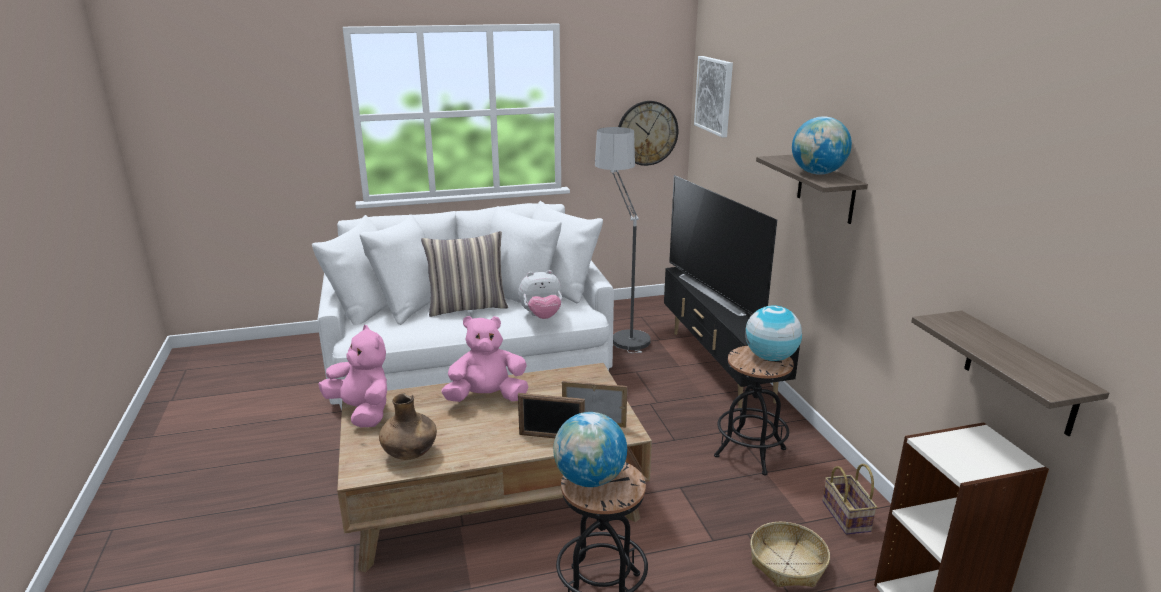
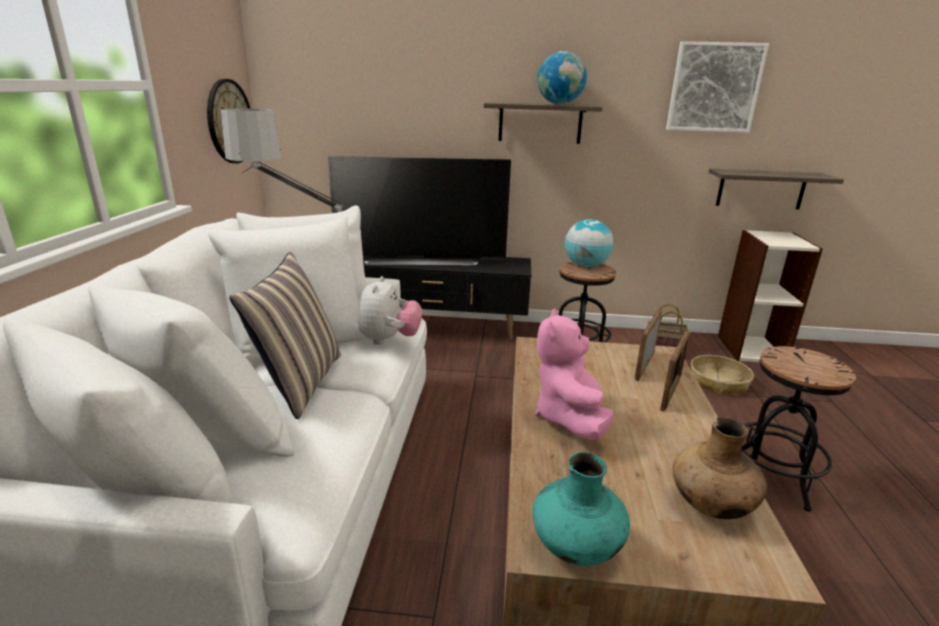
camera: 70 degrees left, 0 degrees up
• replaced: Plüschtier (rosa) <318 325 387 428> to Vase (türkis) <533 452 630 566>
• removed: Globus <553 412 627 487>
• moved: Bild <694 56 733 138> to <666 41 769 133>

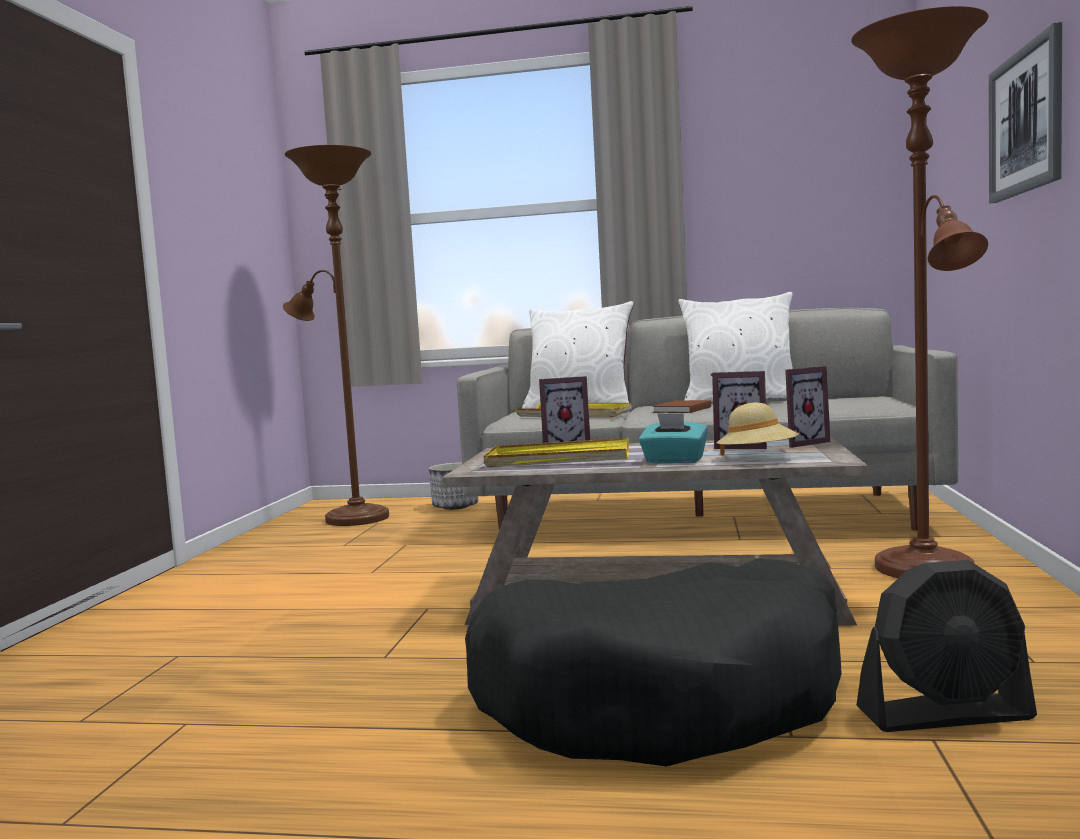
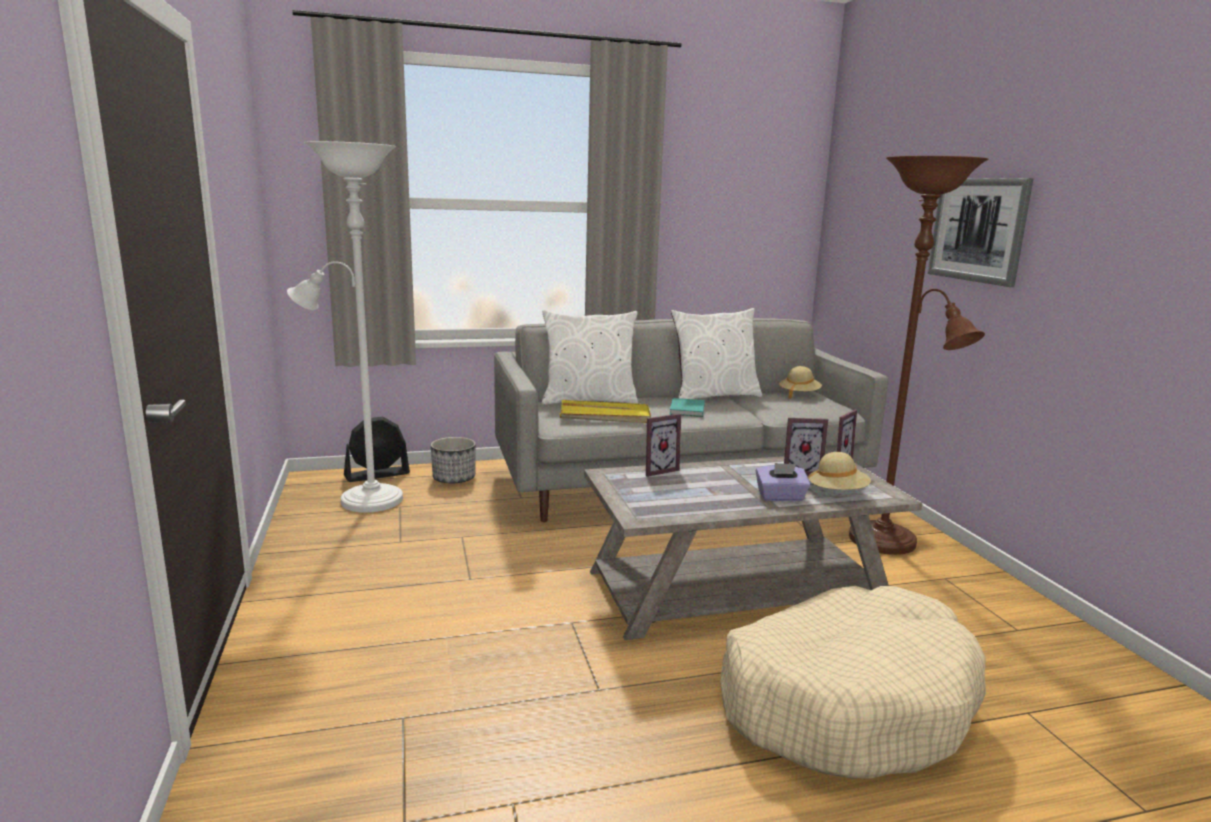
camera: 25 degrees left, 10 degrees up
• recoloured: Stehlampe (braun) <283 145 389 526> to Stehlampe (weiß) <287 141 403 513>
• recoloured: Hundebett (schwarz) <465 558 842 767> to Hundebett (beige) <720 586 986 779>
• removed: Tablett (gelb) <484 438 629 467>
• recoloured: Taschentuchbox (türkis) <639 413 708 463> to Taschentuchbox (lila) <756 463 810 501>
• recoloured: Buch (braun) <653 400 711 413> to Buch (türkis) <669 398 705 417>
• moved: Ventilator (schwarz) <856 560 1037 732> to <344 417 410 482>
• added: Hut (beige) <779 366 822 399>

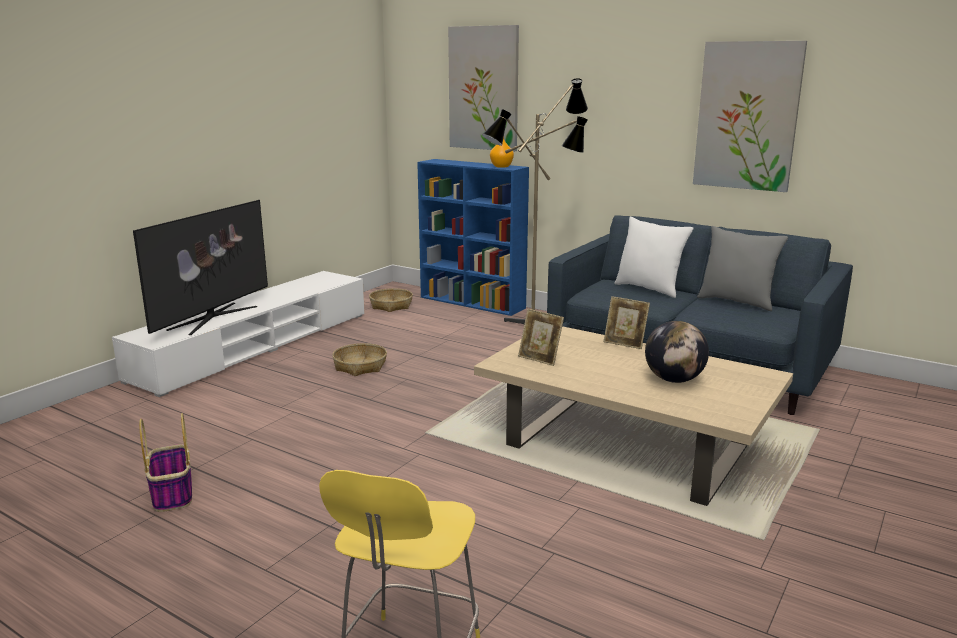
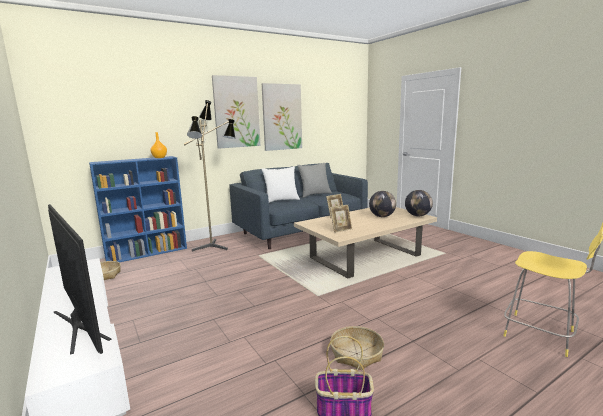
camera: 65 degrees left, 5 degrees down
• moved: Korb <332 343 387 376> to <330 326 384 370>
• moved: Bild <448 25 519 152> to <212 75 260 149>
• added: Globus <405 190 433 216>

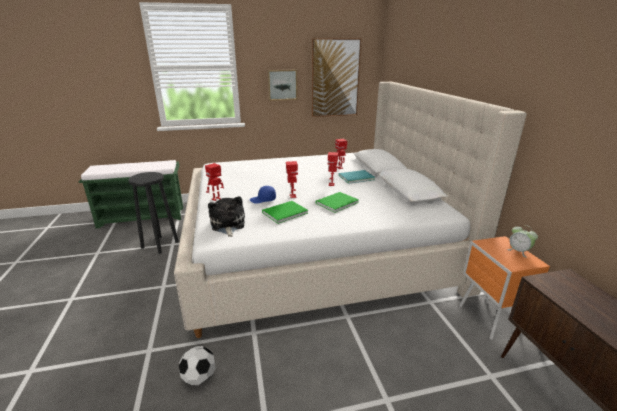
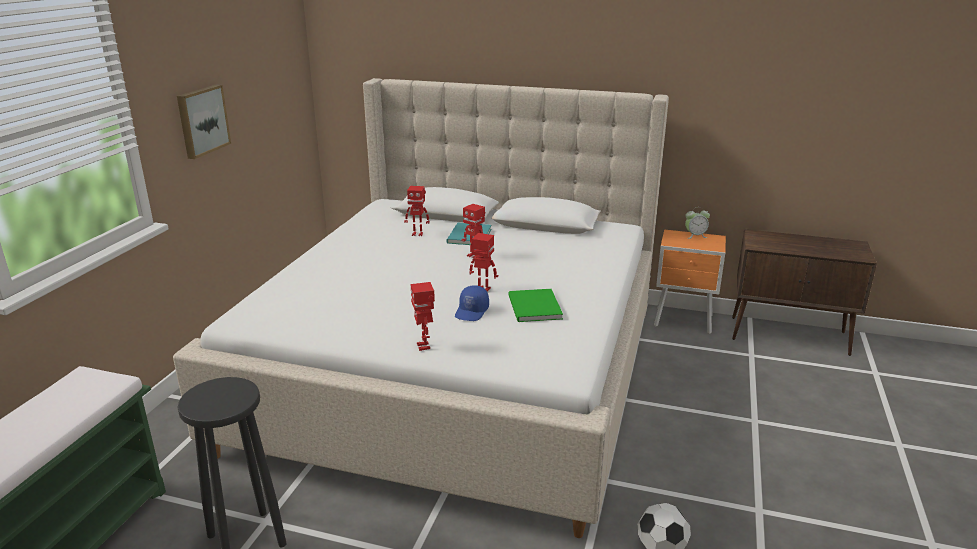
camera: 60 degrees left, 0 degrees up
• removed: Plüschtier <208 196 245 237>
• removed: Bild <312 38 361 117>
• removed: Buch (grün) <315 192 359 213>

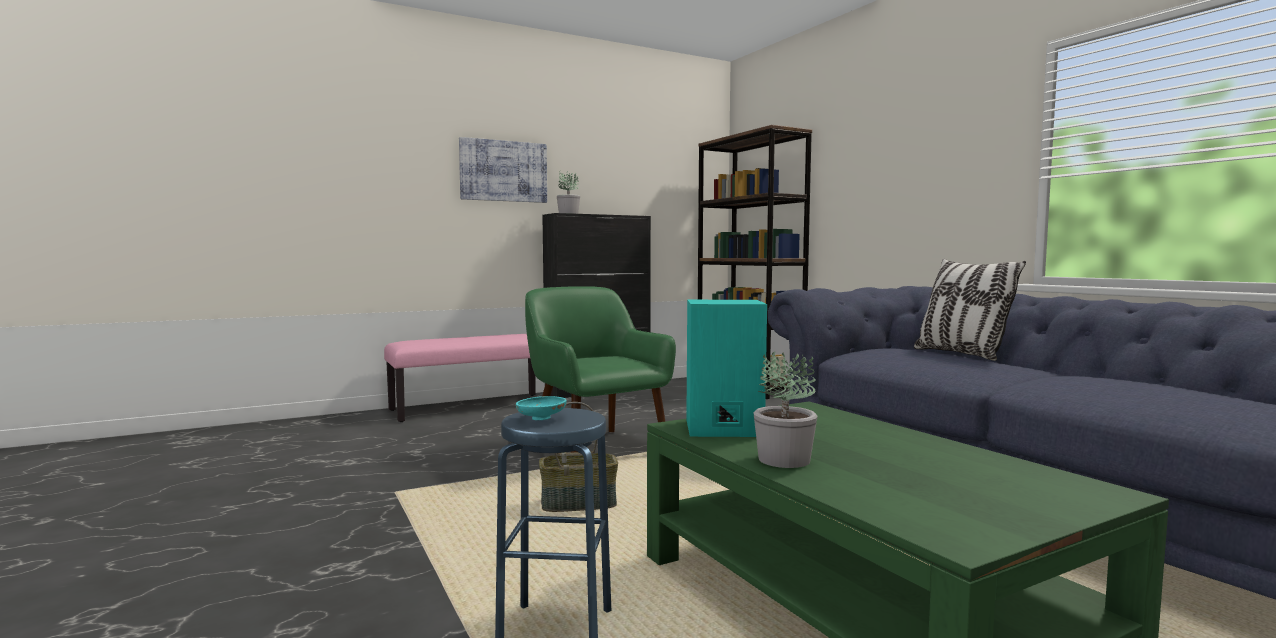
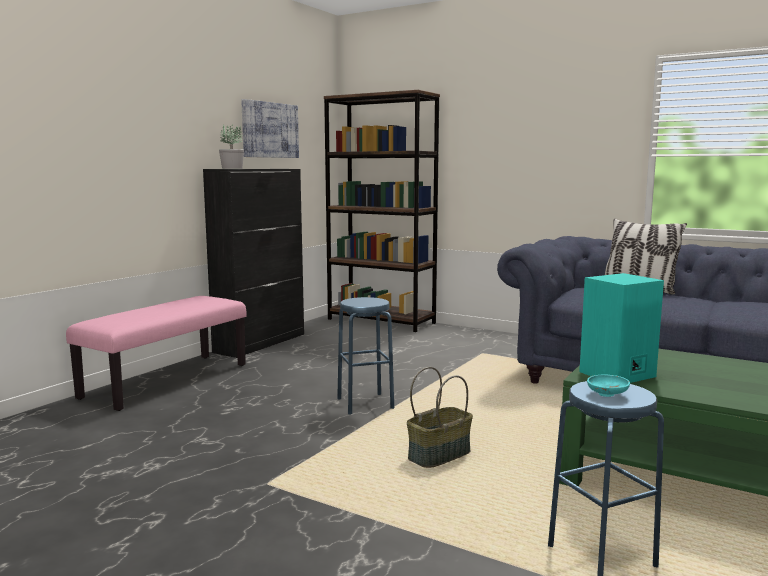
camera: 30 degrees left, 5 degrees up
• moved: Bild <459 137 547 203> to <241 99 299 158>
• replaced: Sessel (grün) <525 286 676 453> to Hocker (blau) <337 297 394 415>
• removed: Topfpflanze <754 351 817 468>

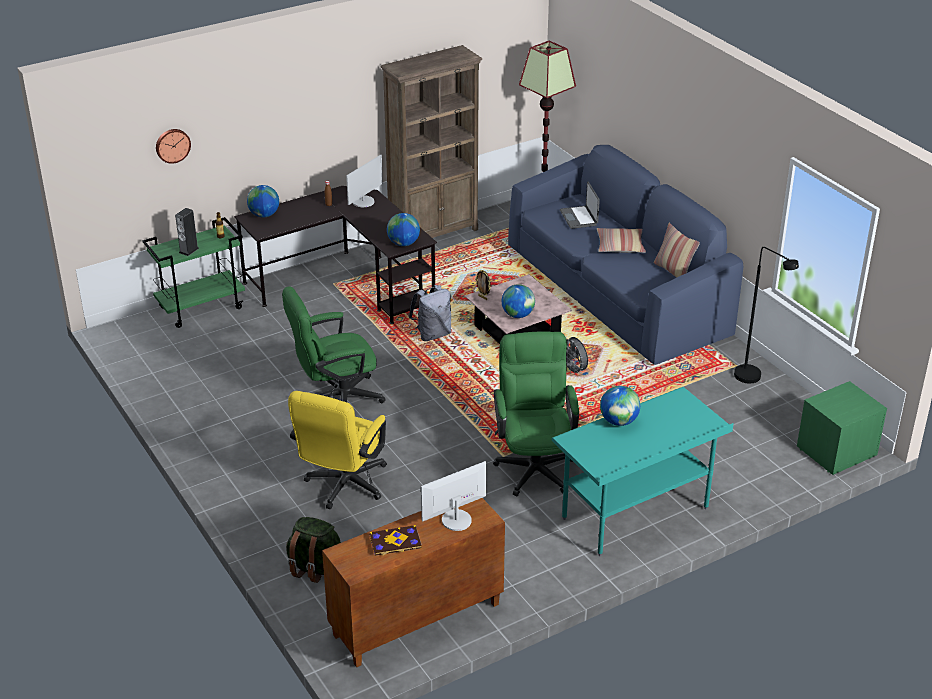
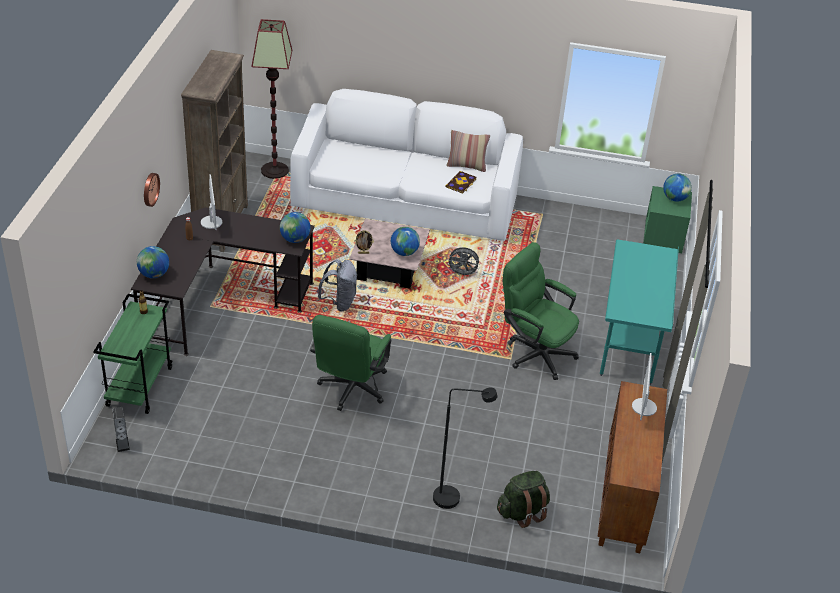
camera: 50 degrees left, 5 degrees up
• moved: Wanduhr <156 129 191 164> to <144 173 160 207>
• moved: Lautsprecher <175 208 199 256> to <112 407 130 452>
• removed: Bürostuhl (gelb) <288 391 387 509>
• moved: Buch <369 525 422 556> to <445 171 477 194>
• recoloured: Sofa (blau) <508 145 743 365> to Sofa (weiß) <290 89 523 241>
• removed: Laptop <560 182 600 229>
• removed: Kissen <597 228 646 253>
• moved: Globus <600 386 640 426> to <663 174 692 202>
• moved: Stehlampe (schwarz) <734 247 799 384> to <433 388 497 509>

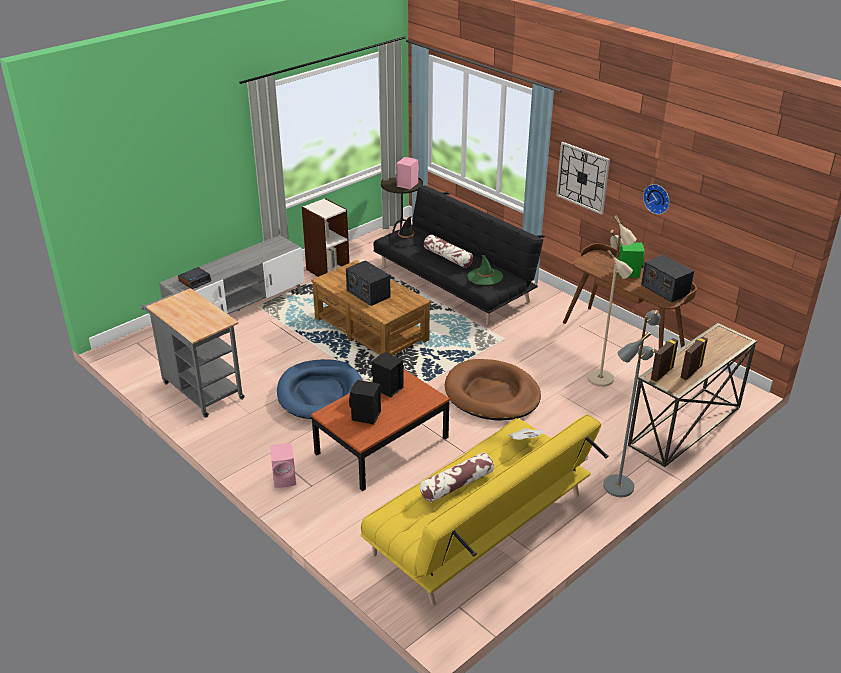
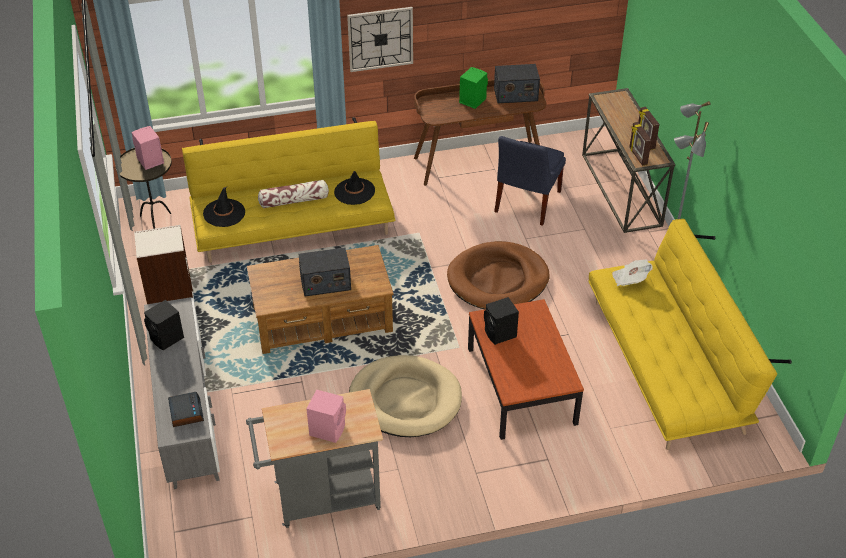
camera: 60 degrees left, 10 degrees up
• moved: Lautsprecher (rosa) <270 443 296 488> to <307 389 346 443>
• recoloured: Hundebett (blau) <277 359 363 419> to Hundebett (beige) <349 355 462 437>
• moved: Lautsprecher (schwarz) <349 380 381 425> to <144 300 184 350>
• recoloured: Sofa (schwarz) <373 185 545 326> to Sofa (gelb) <182 117 395 263>
• removed: Kissen <420 452 494 502>
• recoloured: Hut (grün) <467 255 503 285> to Hut (schwarz) <334 171 375 205>
• replaced: Stehlampe (beige) <587 215 637 387> to Stuhl (blau) <494 136 566 226>
• removed: Wanduhr <643 184 670 214>

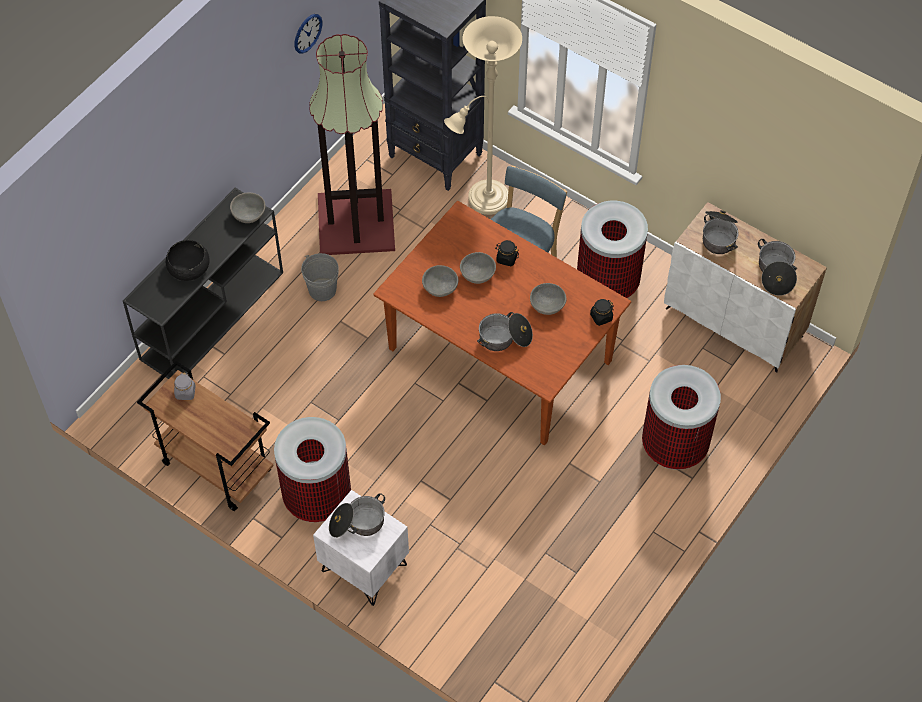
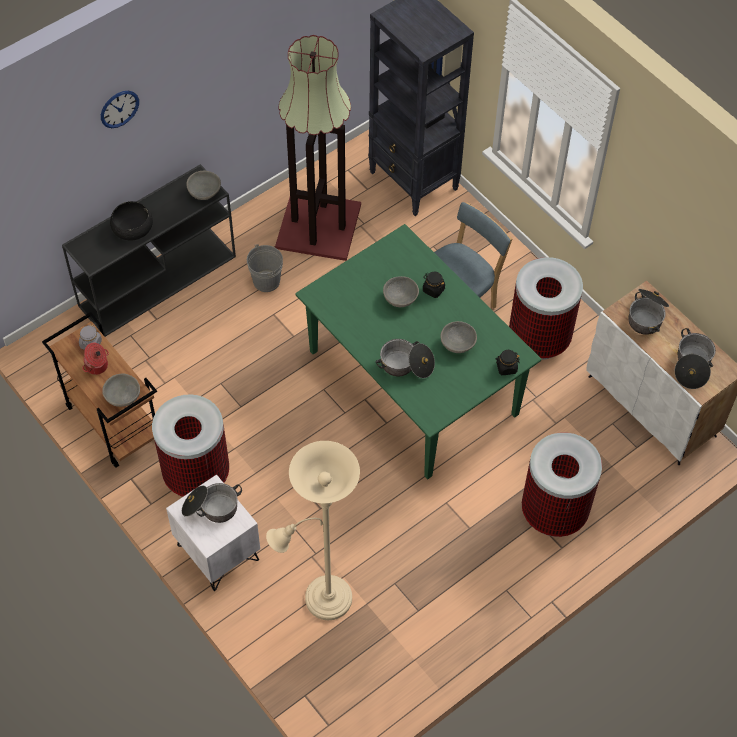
camera: 15 degrees right, 0 degrees up
• moved: Wanduhr <294 14 323 54> to <101 91 139 128>
• recoloured: Esstisch (braun) <373 201 631 445> to Esstisch (grün) <295 224 541 479>
• moved: Schüssel (grau) <422 265 458 297> to <102 374 140 407>
• moved: Stehlampe (beige) <444 16 522 215> to <266 441 360 620>
• added: Kochtopf <82 343 109 375>

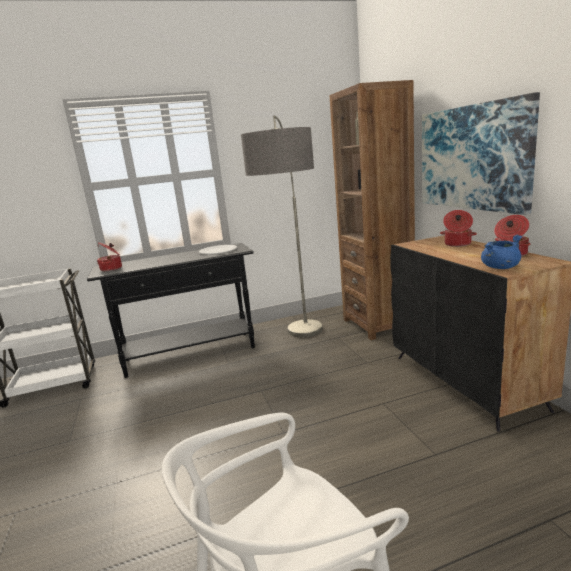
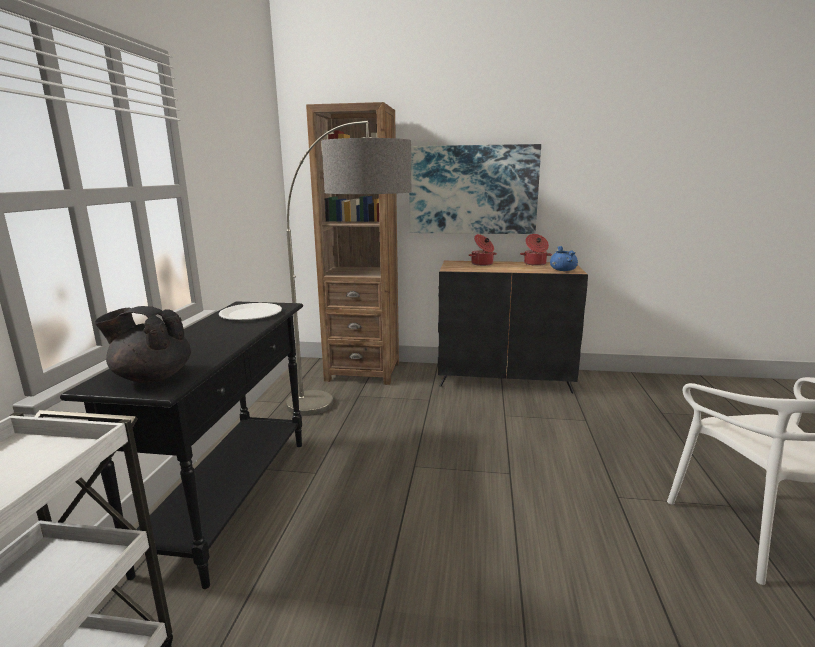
camera: 65 degrees left, 0 degrees up
• replaced: Kochtopf <97 243 122 271> to Teekanne (schwarz) <94 306 191 383>

